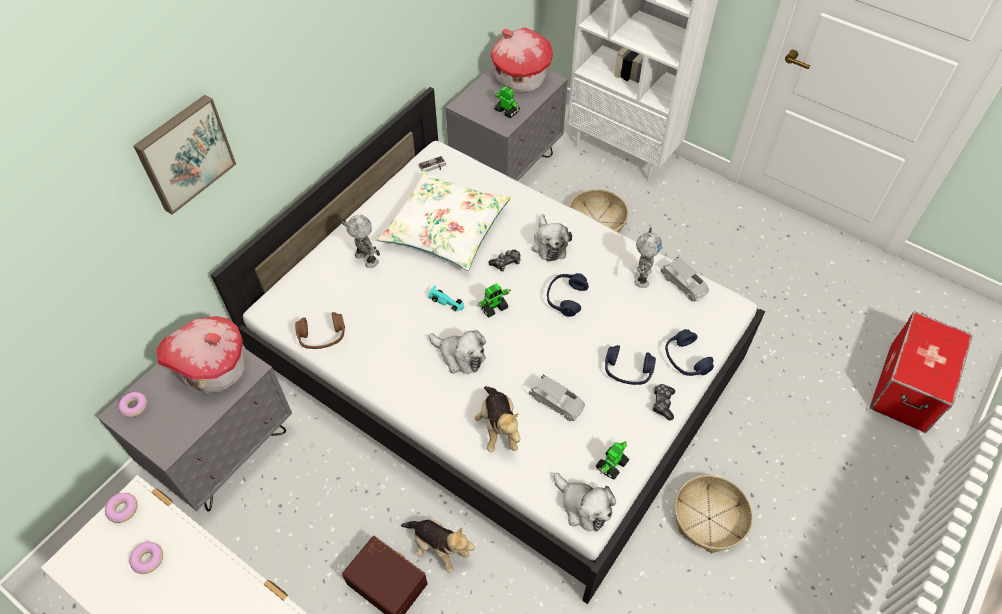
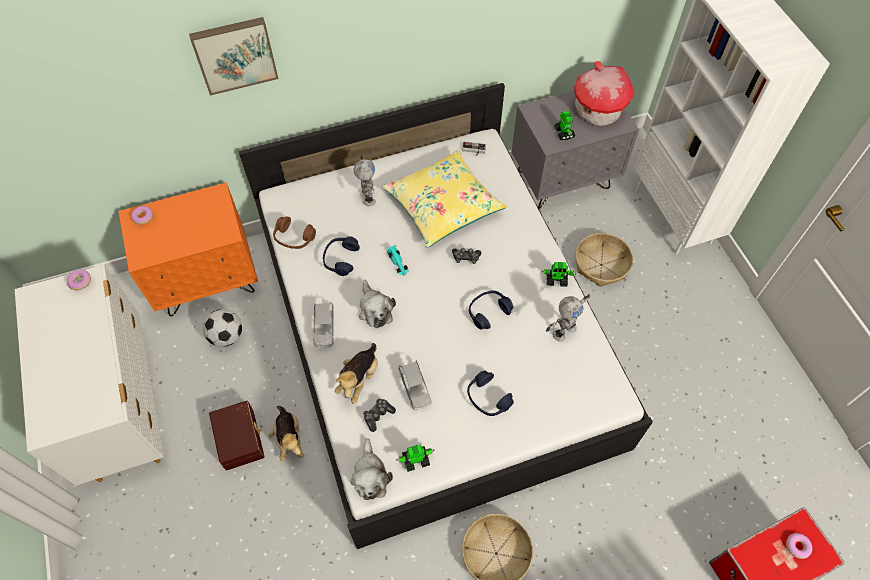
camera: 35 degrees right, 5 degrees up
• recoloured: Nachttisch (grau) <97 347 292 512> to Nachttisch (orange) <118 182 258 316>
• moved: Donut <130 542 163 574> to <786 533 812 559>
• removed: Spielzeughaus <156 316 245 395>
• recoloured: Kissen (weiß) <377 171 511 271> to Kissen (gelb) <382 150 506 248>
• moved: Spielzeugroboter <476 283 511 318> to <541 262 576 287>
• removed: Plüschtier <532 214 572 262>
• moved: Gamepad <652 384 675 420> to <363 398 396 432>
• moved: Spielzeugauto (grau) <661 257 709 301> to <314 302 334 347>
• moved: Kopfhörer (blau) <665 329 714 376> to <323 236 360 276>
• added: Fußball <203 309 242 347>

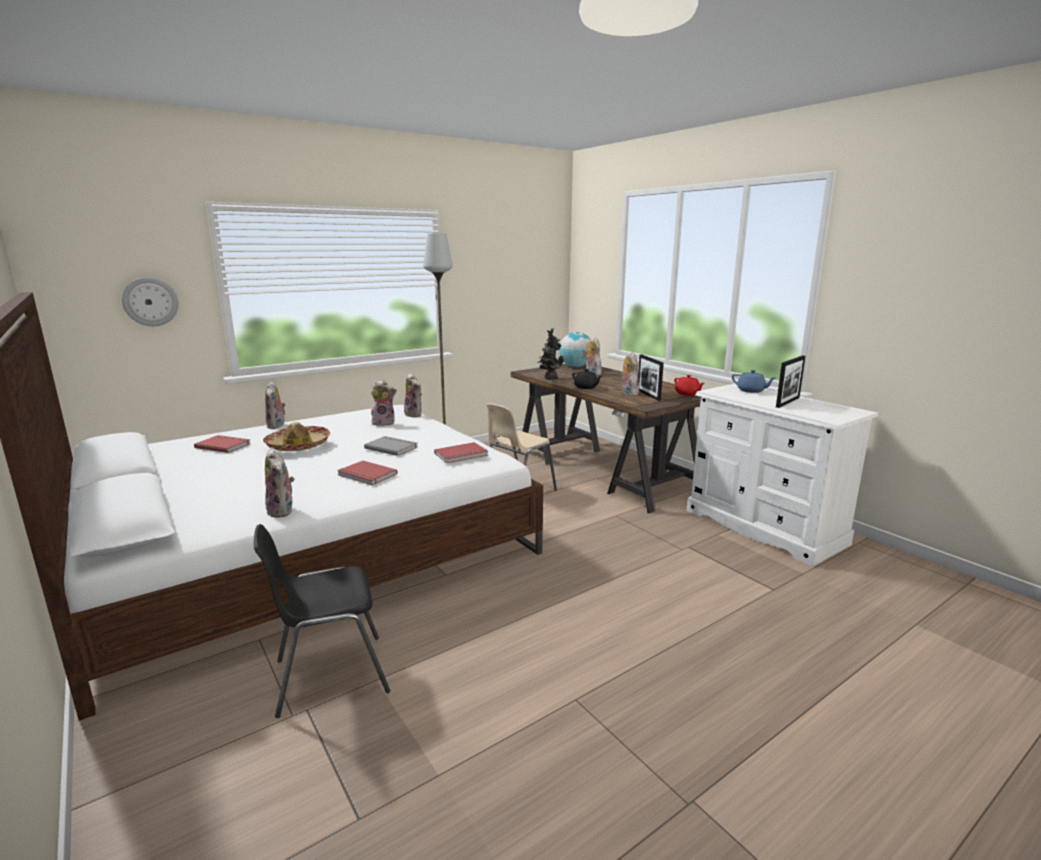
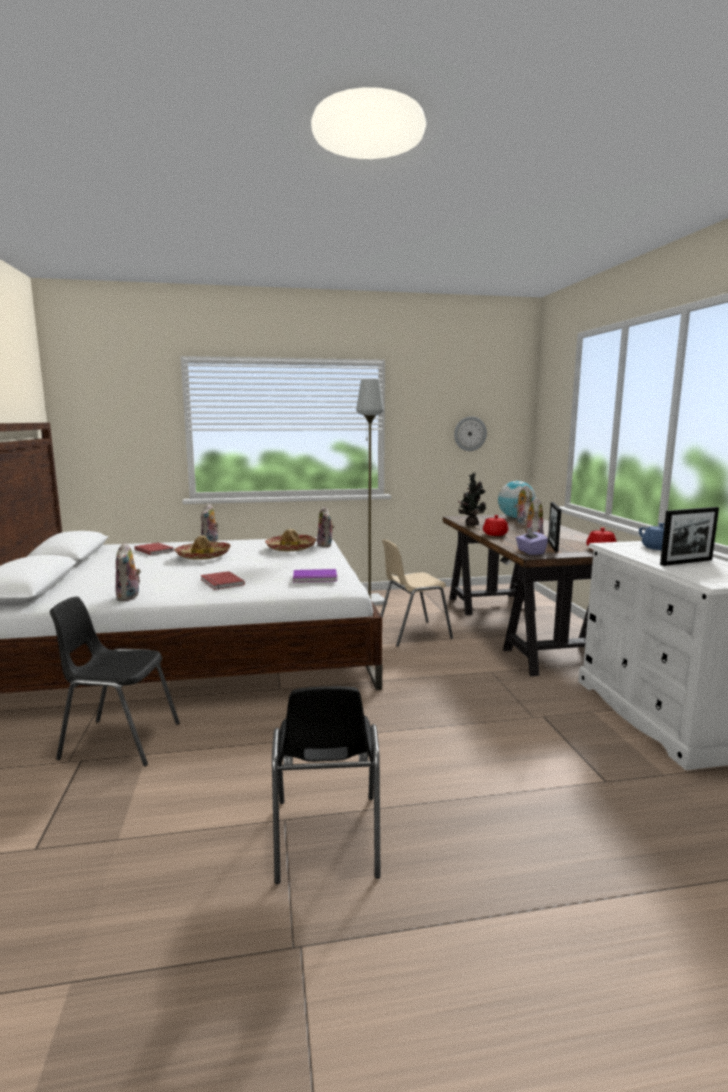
camera: 25 degrees right, 5 degrees down
• moved: Wanduhr <122 277 179 326> to <454 416 487 451>
• removed: Buch (grau) <364 436 417 456>
• replaced: Plüschtier <371 380 397 426> to Hut <265 529 317 551>
• recoloured: Buch (rot) <434 442 488 463> to Buch (lila) <293 569 337 582>
• recoloured: Teekanne (schwarz) <572 369 602 389> to Teekanne (rot) <483 515 508 536>
• added: Stuhl (schwarz) <272 686 381 884>
• added: Taschentuchbox (lila) <516 528 548 555>

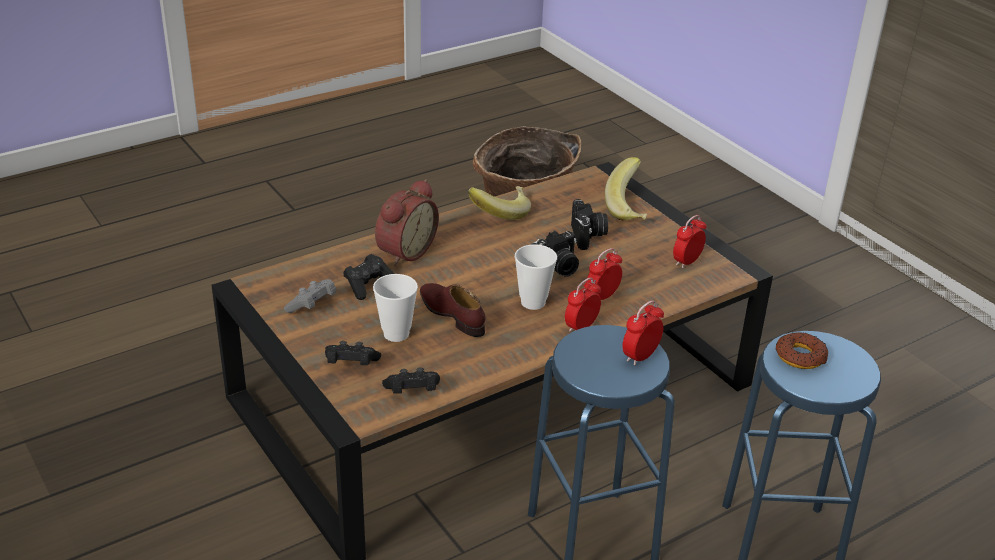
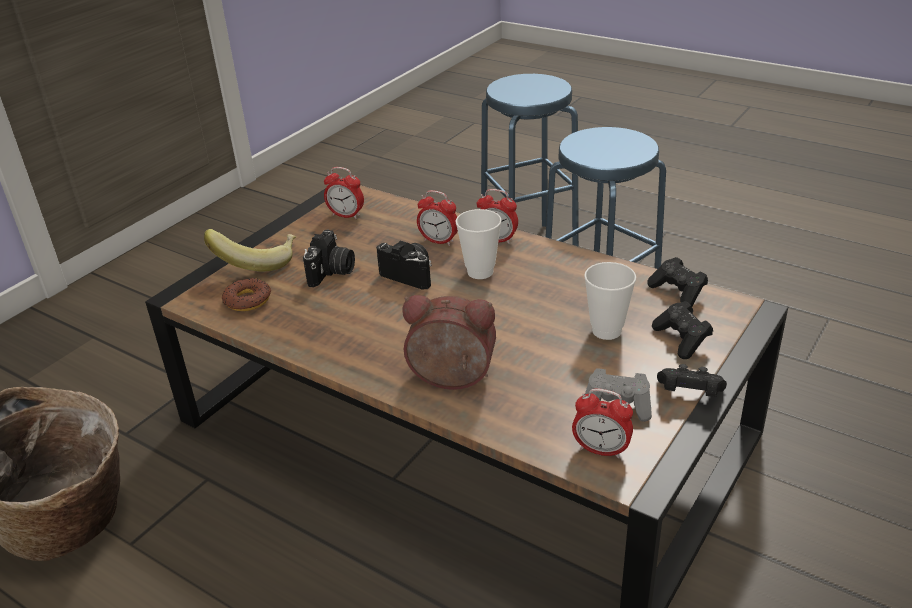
camera: 110 degrees left, 0 degrees up
• moved: Gamepad (schwarz) <343 254 394 300> to <657 364 727 397>
• removed: Schuh (braun) <420 283 486 337>
• removed: Banane <468 186 531 220>
• turned: Kamera <571 199 608 250> = <303 230 355 287> 135 degrees clockwise
• moved: Wecker <622 300 664 366> to <572 388 633 458>
• moved: Donut <776 332 828 369> to <222 278 271 311>

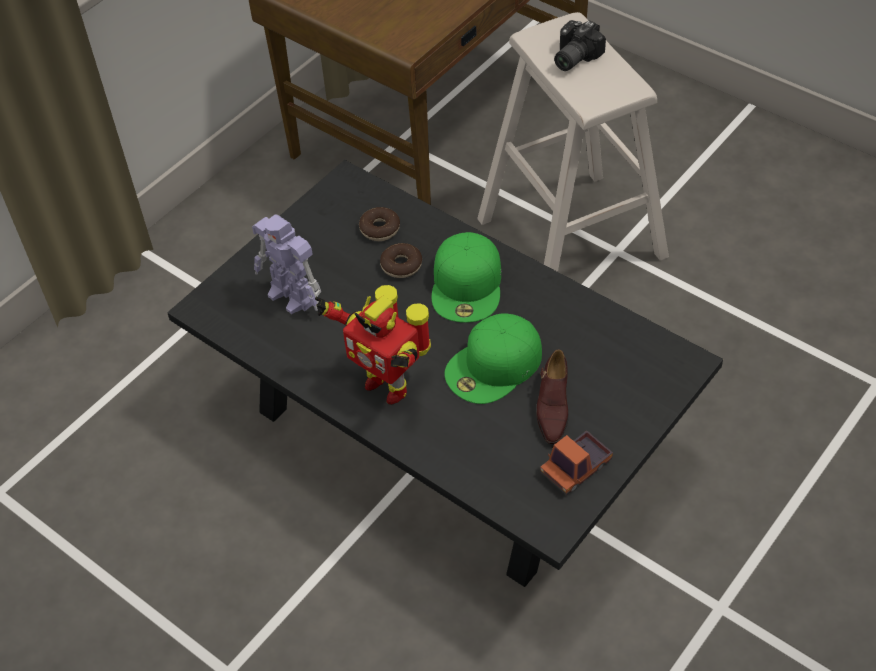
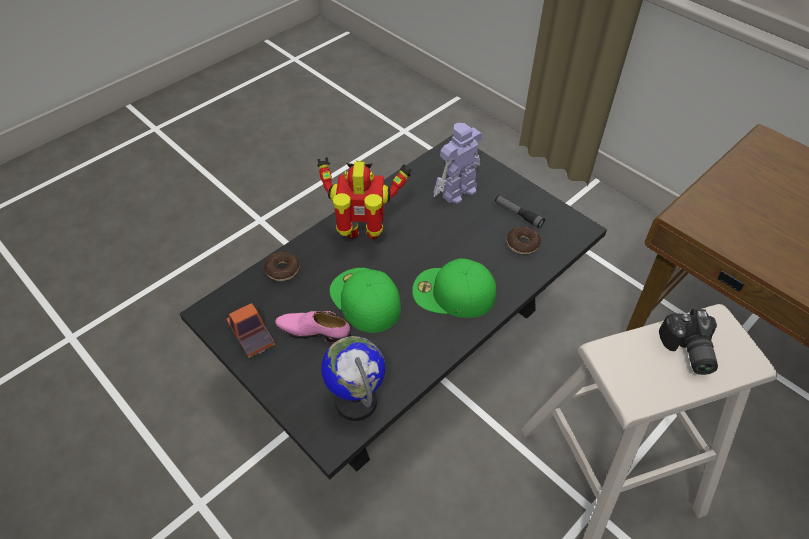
camera: 95 degrees right, 0 degrees up
• turned: Spielzeugroboter <315 285 431 405> = <317 157 412 239> 45 degrees clockwise
• moved: Donut <380 243 422 278> to <264 252 300 281>
• recoloured: Schuh (braun) <536 349 569 444> to Schuh (rosa) <275 311 351 343>
• turned: Kamera <554 20 606 71> = <659 309 718 375> 135 degrees counterclockwise
• added: Globus <321 336 385 421>
• added: Taschenlampe <495 195 545 229>

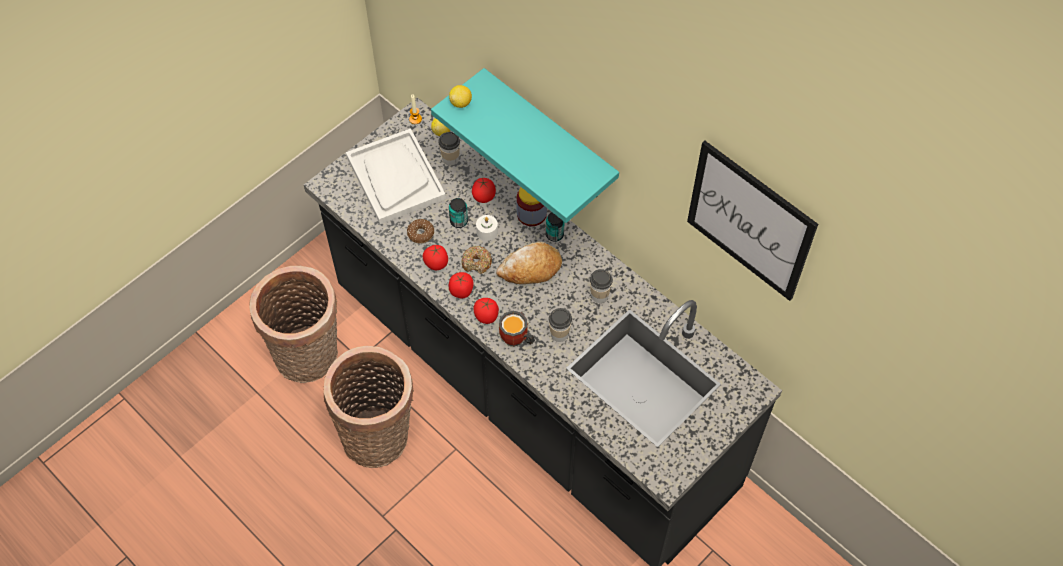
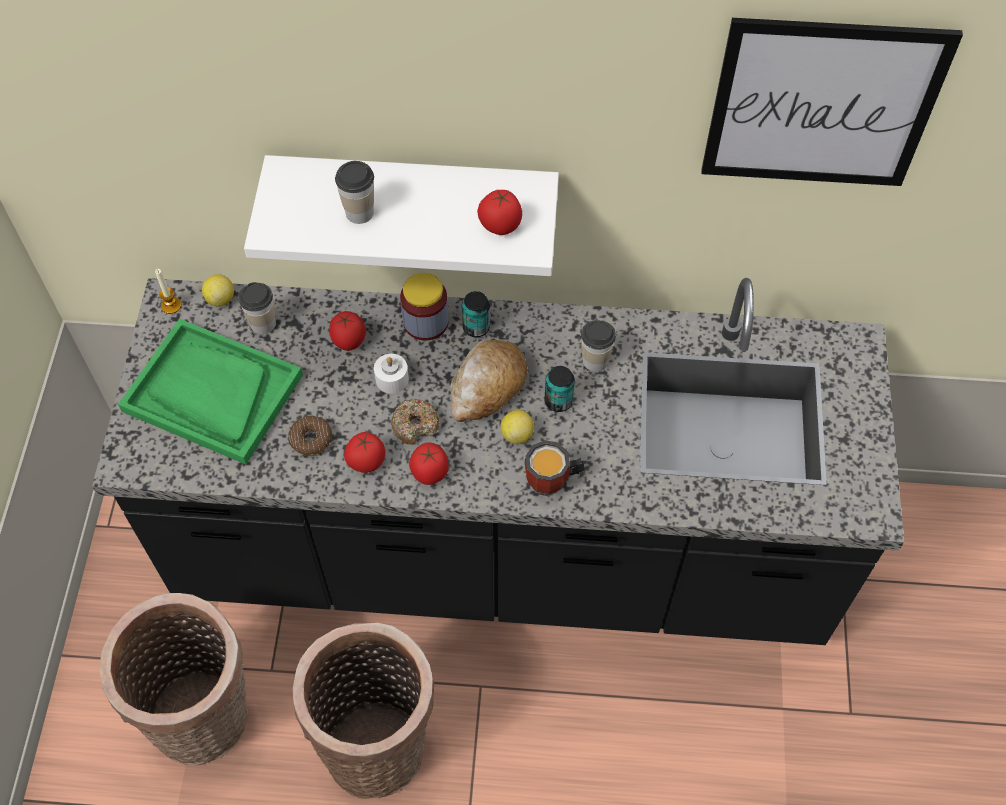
camera: 40 degrees left, 0 degrees up
• recoloured: Tablett (weiß) <346 128 446 224> to Tablett (grün) <118 319 303 465>
• recoloured: Wandregal (türkis) <431 68 619 223> to Wandregal (weiß) <244 155 559 276>
• moved: Zitrone <449 85 472 108> to <501 410 534 444>
• moved: Dose <449 198 468 228> to <544 366 575 412>
• moved: Tomate <474 298 499 324> to <477 190 522 235>
• moved: Tasse <549 308 572 342> to <335 161 374 224>

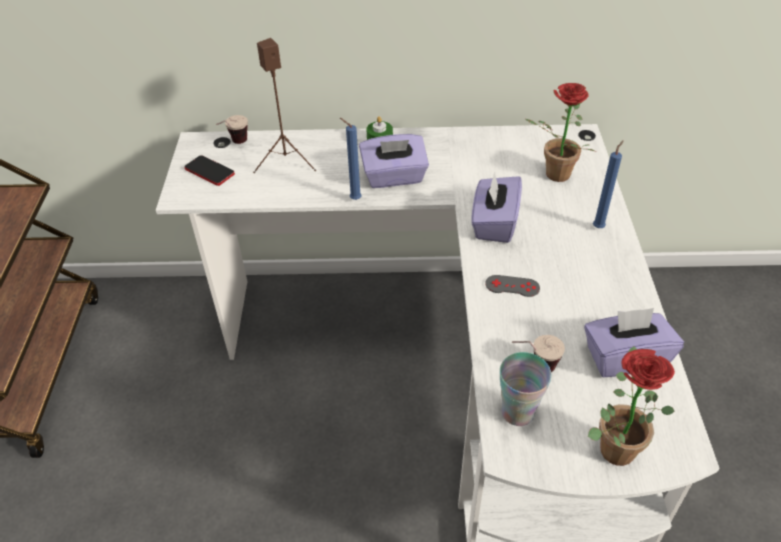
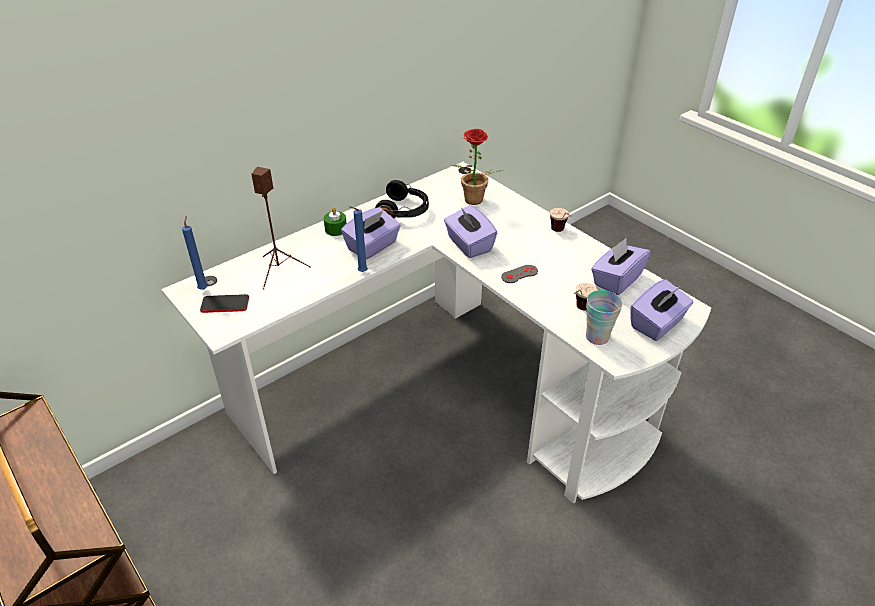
camera: 40 degrees left, 5 degrees down
• moved: Tasse <216 115 248 144> to <550 208 571 232>
• replaced: Topfpflanze <588 346 675 466> to Taschentuchbox (lila) <630 279 693 341>
• moved: Kerze (blau) <593 140 624 228> to <182 216 208 290>
• added: Kopfhörer (schwarz) <375 180 429 219>

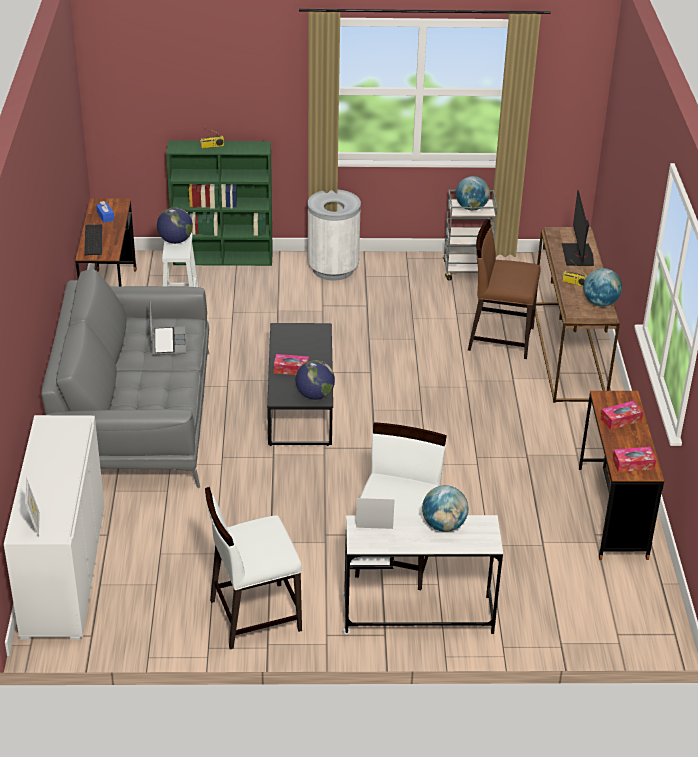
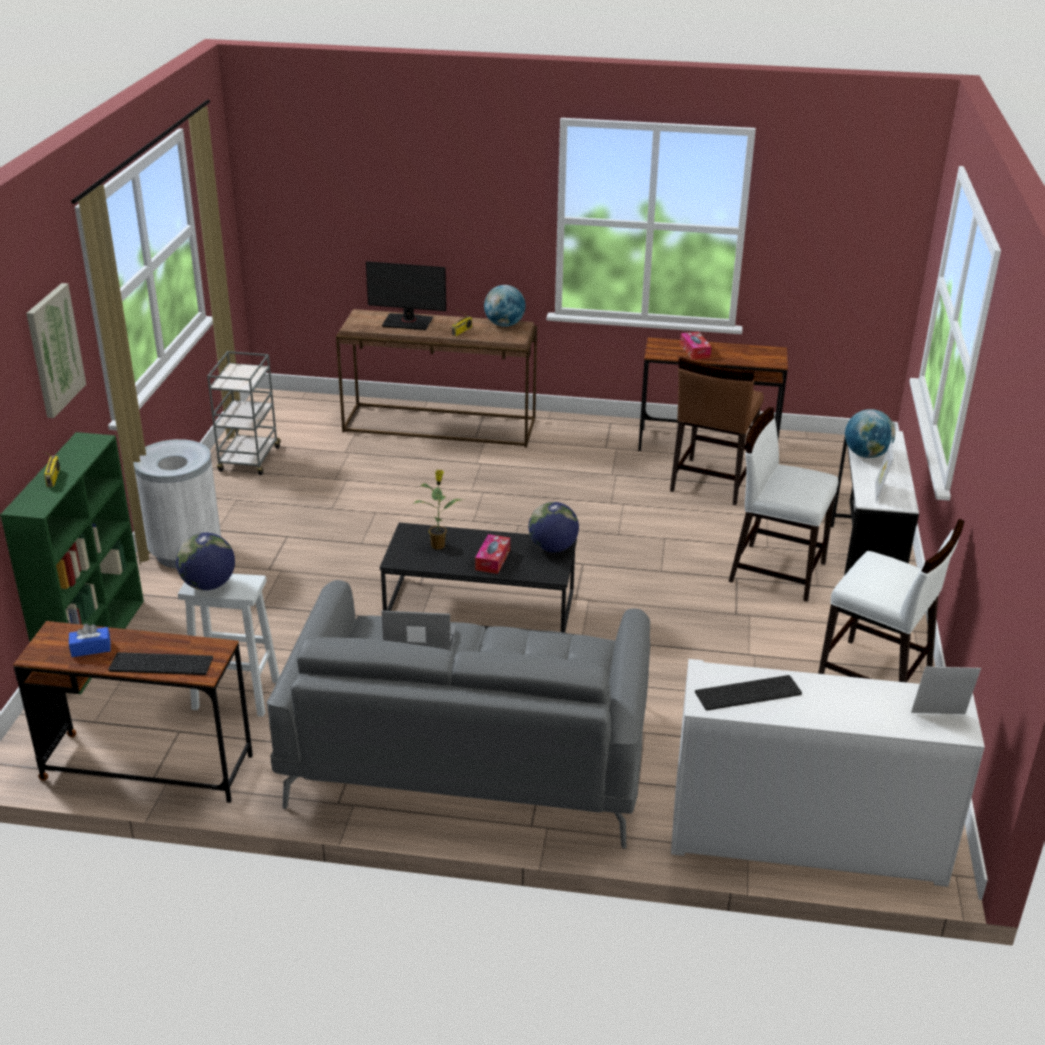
camera: 80 degrees left, 5 degrees down
• turned: Stuhl (weiß) <205 487 302 649> = <818 519 964 682> 45 degrees counterclockwise
• removed: Globus <456 176 490 210>
• moved: Stuhl (braun) <468 219 541 359> to <670 357 764 505>
• removed: Taschentuchbox <612 447 656 472>
• added: Bild <26 283 86 418>
• added: Topfpflanze <413 470 462 550>
• added: Tastatur <695 675 802 711>

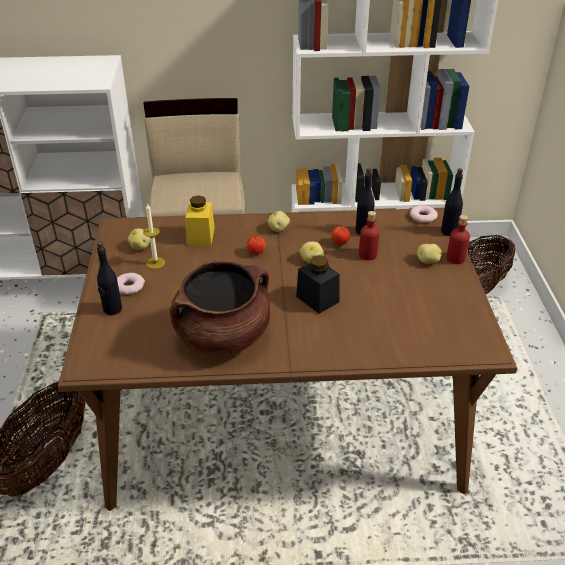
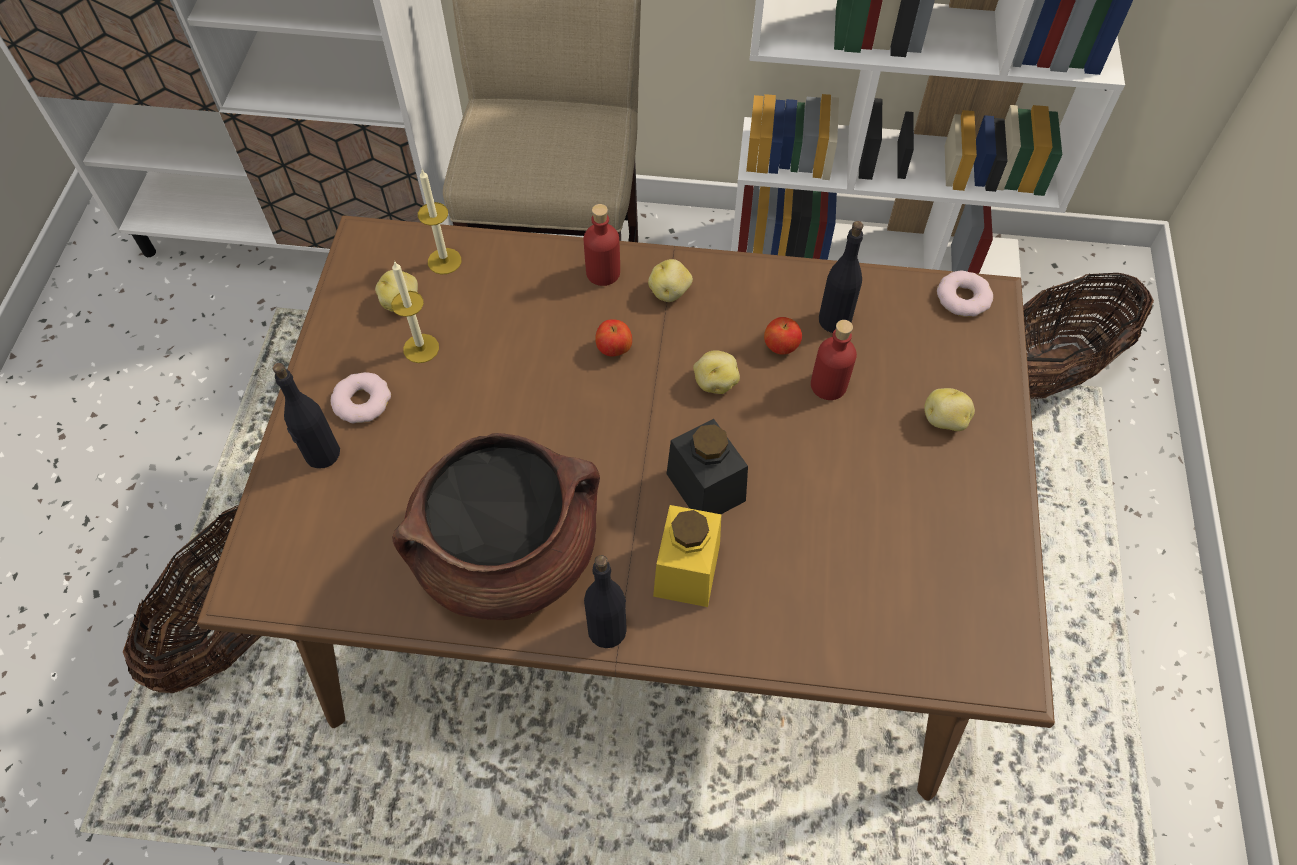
camera: 10 degrees right, 20 degrees up
• moved: Vorratsglas (gelb) <185 195 215 246> to <653 505 721 607>
• moved: Flasche (schwarz) <441 168 463 236> to <584 555 627 648>
• moved: Flasche (rot) <446 215 470 264> to <584 204 620 286>
• added: Kerze <418 170 461 275>

